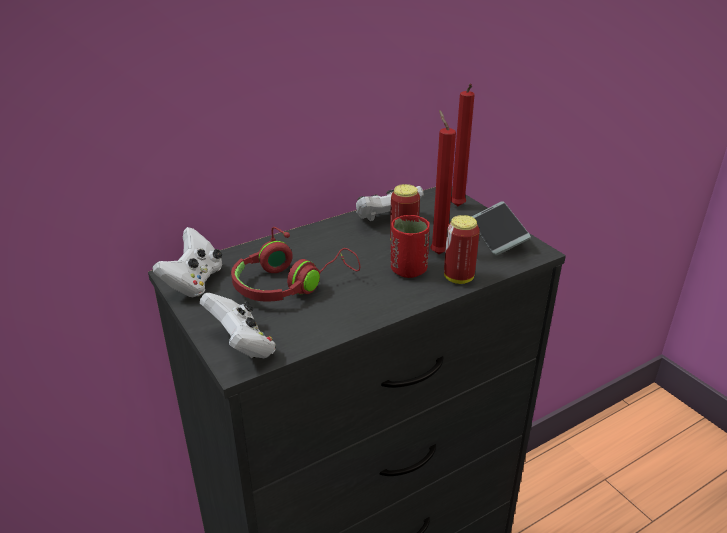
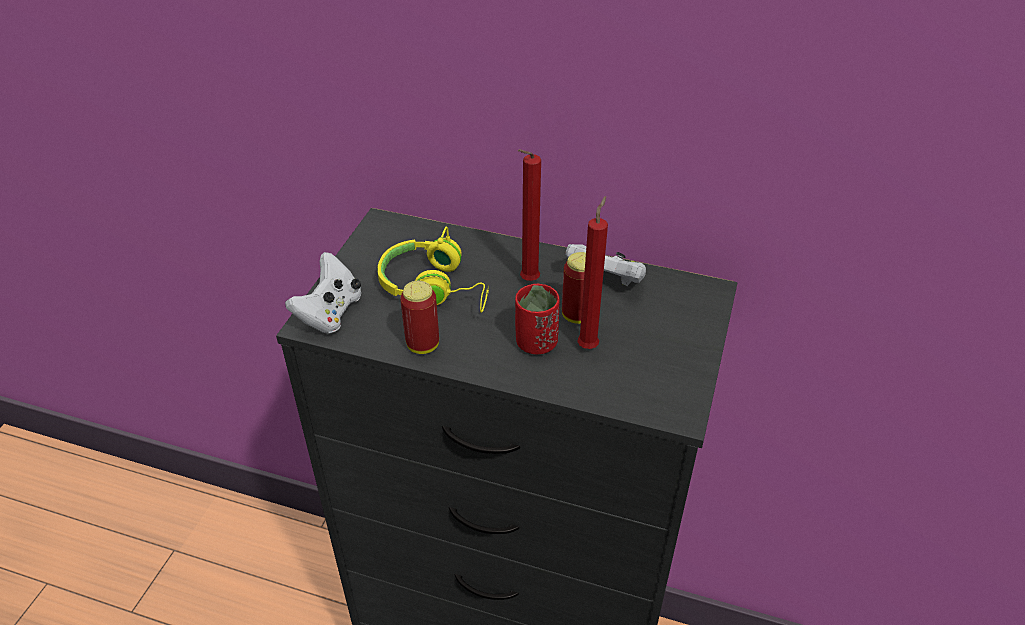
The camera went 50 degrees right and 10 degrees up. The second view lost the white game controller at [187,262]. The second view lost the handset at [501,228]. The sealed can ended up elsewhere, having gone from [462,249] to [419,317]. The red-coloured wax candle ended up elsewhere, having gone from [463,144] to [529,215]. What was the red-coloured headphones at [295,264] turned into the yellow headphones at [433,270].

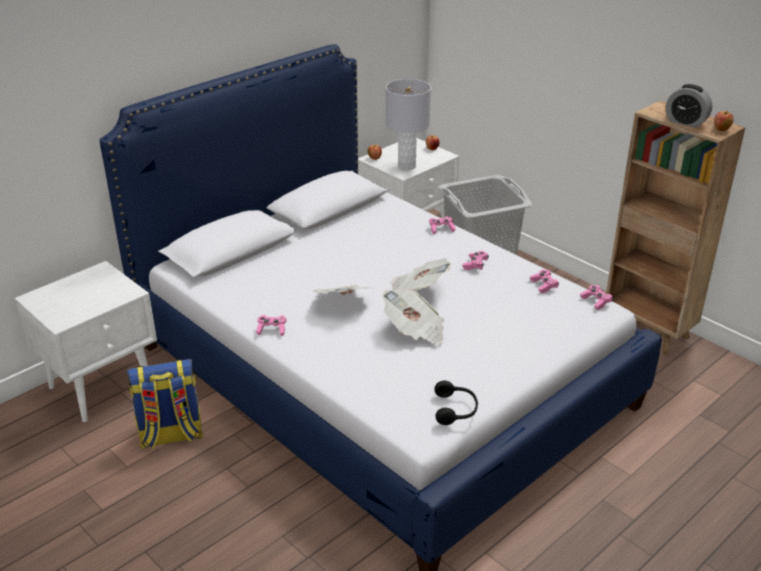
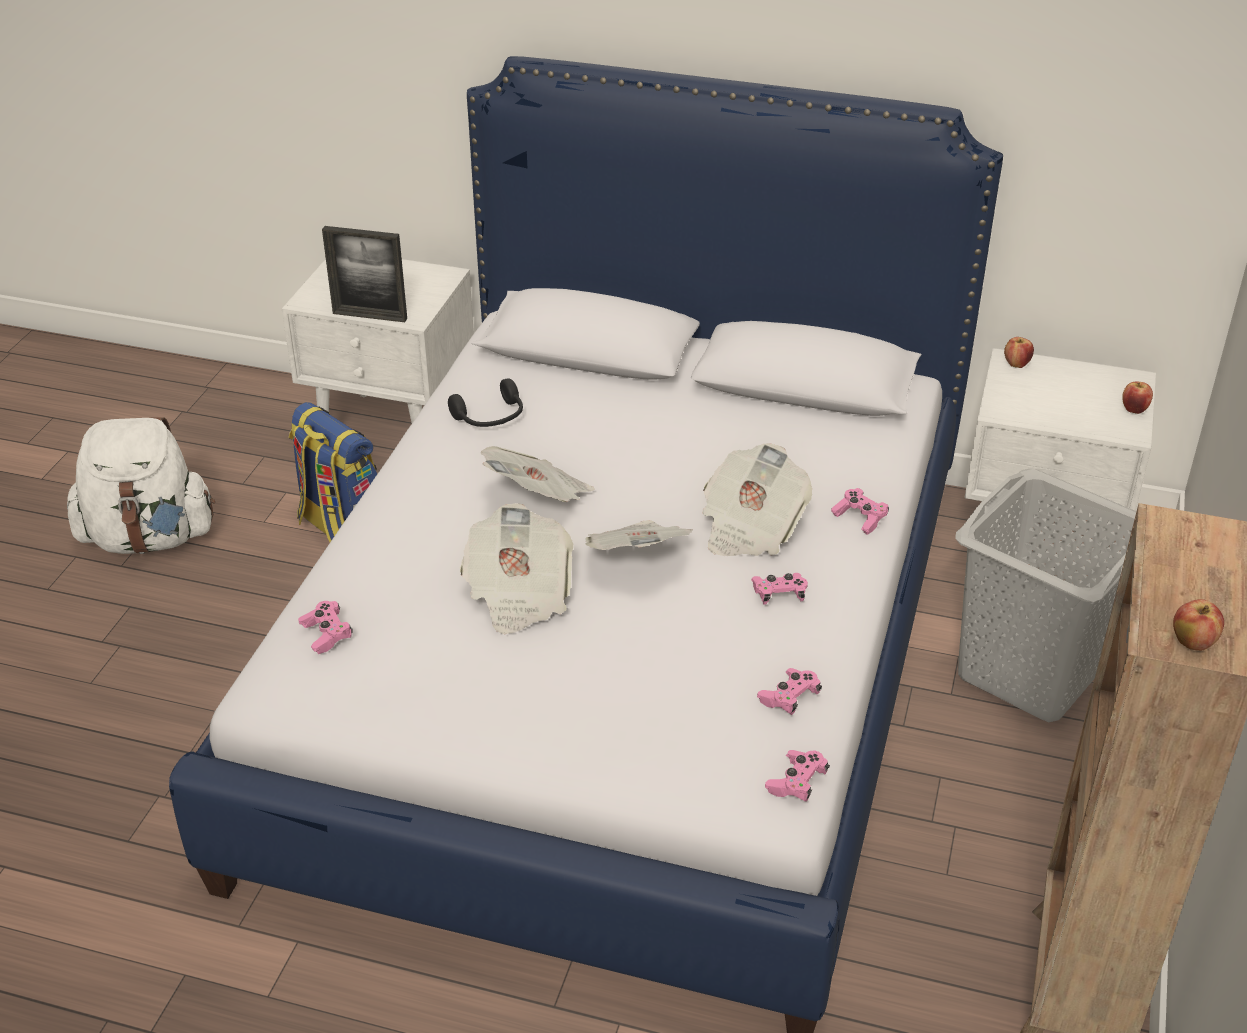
The camera went 60 degrees right and 5 degrees up. The second view lost the gray lamp for a table at [408,124]. The second view lost the alarm clock at [689,106]. The second view gained the white backpack at [141,485]. The second view gained the standing frame at [364,274]. The second view gained the printed paper at [757,499]. The pink-coloured game controller ended up elsewhere, having gone from [271,325] to [325,627]. The black headphones ended up elsewhere, having gone from [456,403] to [485,402].

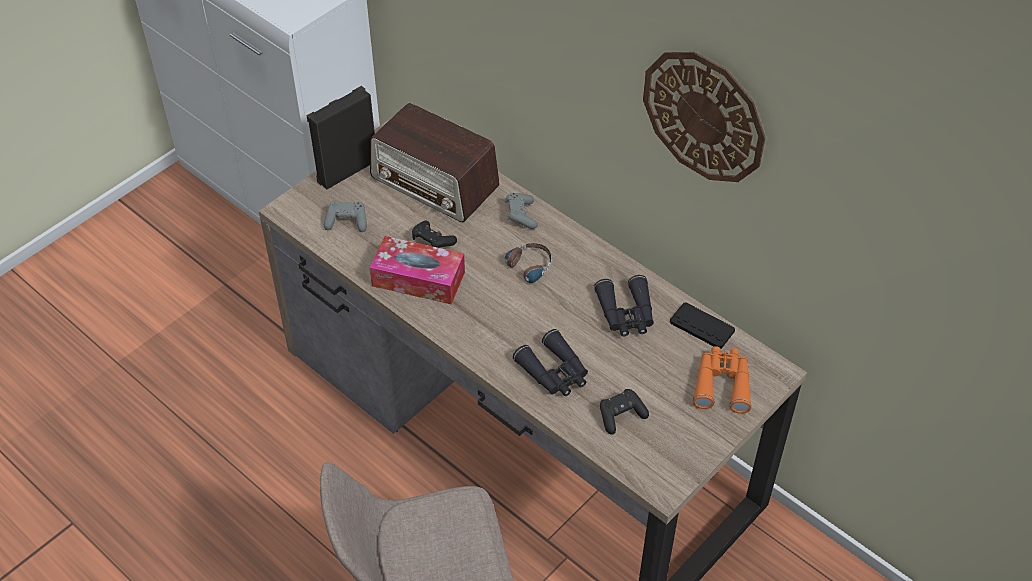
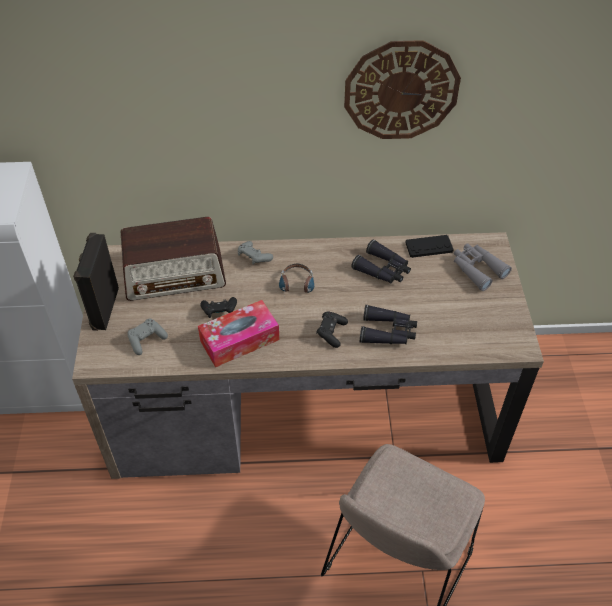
The camera went 45 degrees left and 0 degrees up. The black game controller ended up elsewhere, having gone from [624,412] to [332,330]. What was the orangey field glasses at [722,380] turned into the gray field glasses at [483,267].

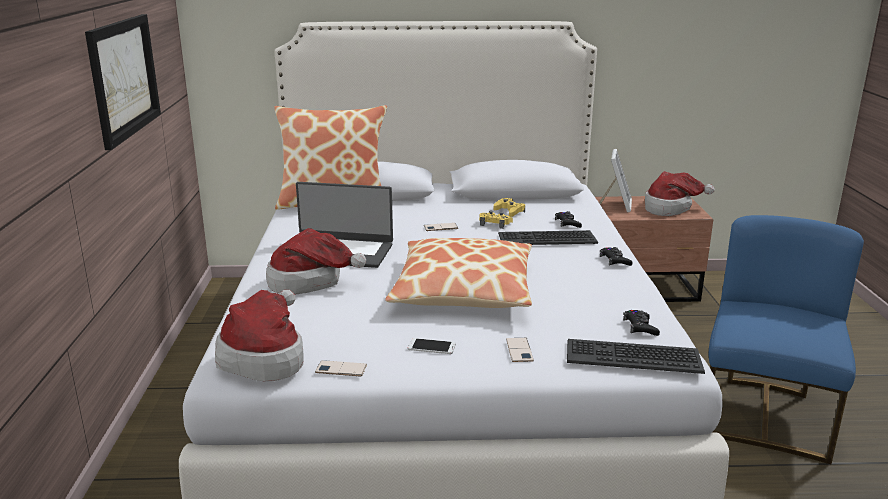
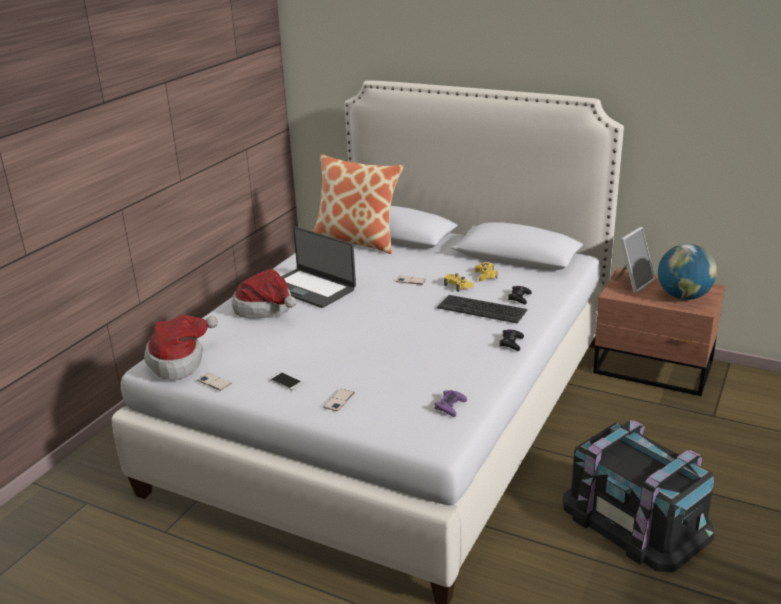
The camera went 30 degrees right and 5 degrees up. The second view lost the wall picture at [123,82]. The second view lost the pillow at [459,273]. The second view lost the PC keyboard at [636,356]. Where the wearable hat stood at [680,193], the globe came to stand at [687,272]. Where the blue-coloured chair stood at [786,339], the black storage bin came to stand at [638,496]. What was the black game controller at [641,323] turned into the purple-coloured game controller at [450,403].

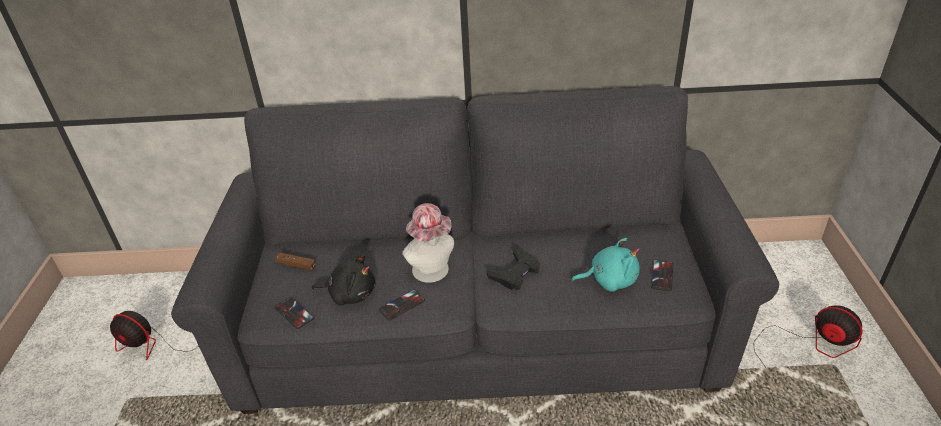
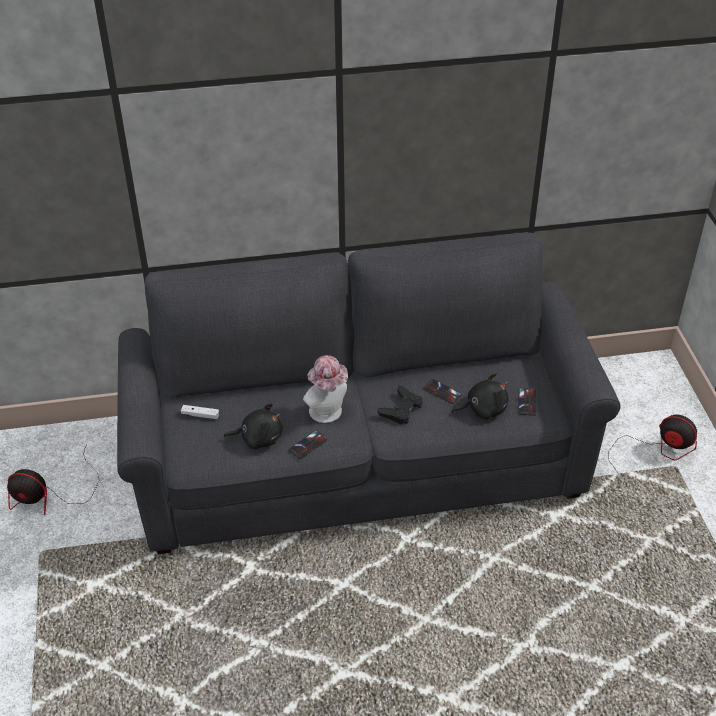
The camera went 10 degrees left and 5 degrees up. The handset ended up elsewhere, having gone from [294,313] to [442,391]. What was the brown-coloured game controller at [295,261] turned into the white game controller at [200,412]. What was the blue-green plush toy at [605,265] turned into the black plush toy at [480,396].

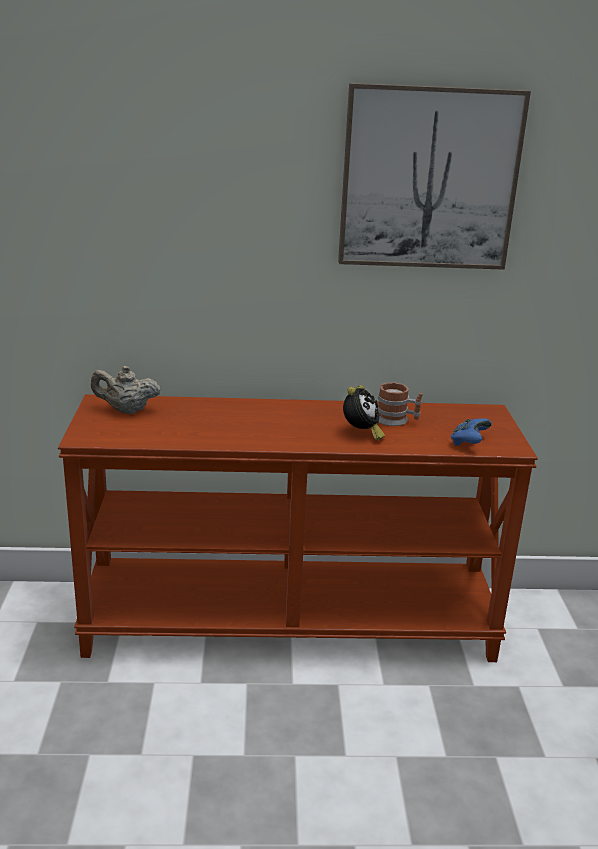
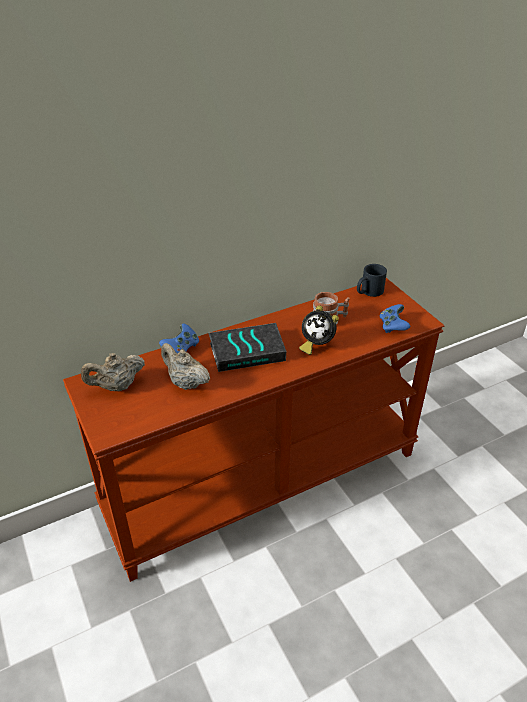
The camera went 25 degrees left and 15 degrees up. The second view lost the wall picture at [434,176]. The second view gained the blue-coloured game controller at [179,338]. The second view gained the sand-coloured pot for tea at [185,366]. The second view gained the volume at [247,347]. The second view gained the black tea mug at [372,280]. The alarm clock at [364,412] ended up facing another way, 120 degrees clockwise from before.

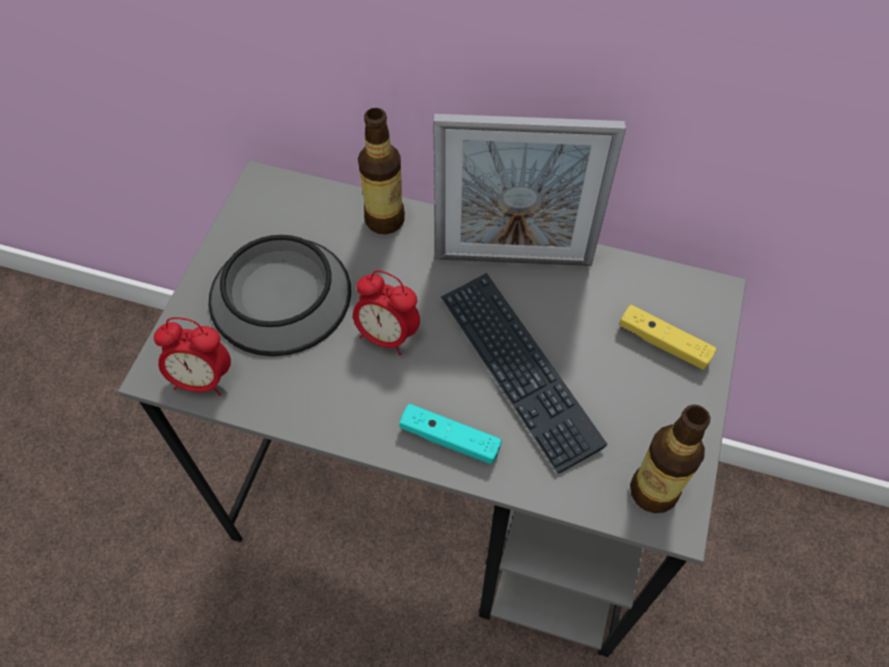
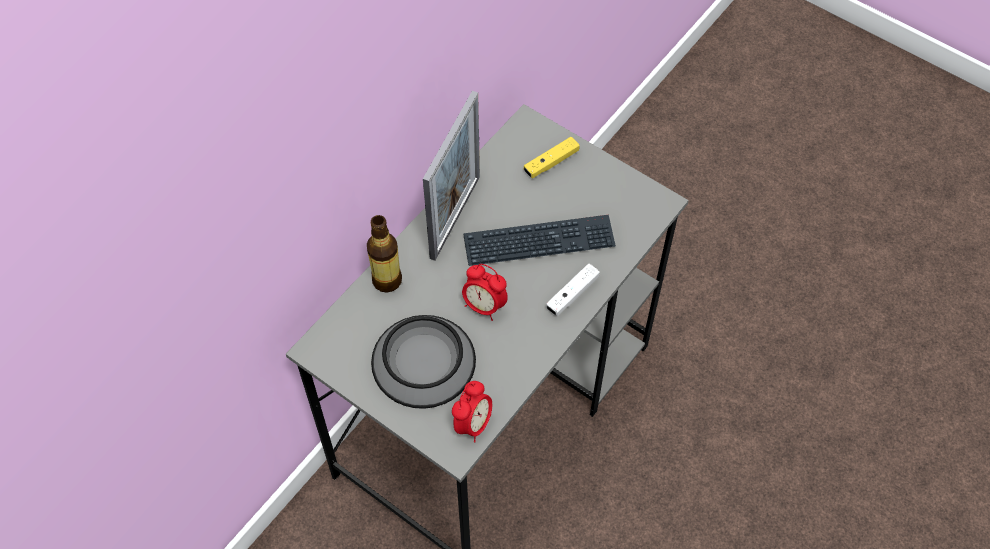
The camera went 70 degrees left and 0 degrees up. The second view lost the bottle at [670,459]. What was the blue-green game controller at [451,434] turned into the white game controller at [573,289]. The alarm clock at [386,313] ended up facing another way, 75 degrees clockwise from before.

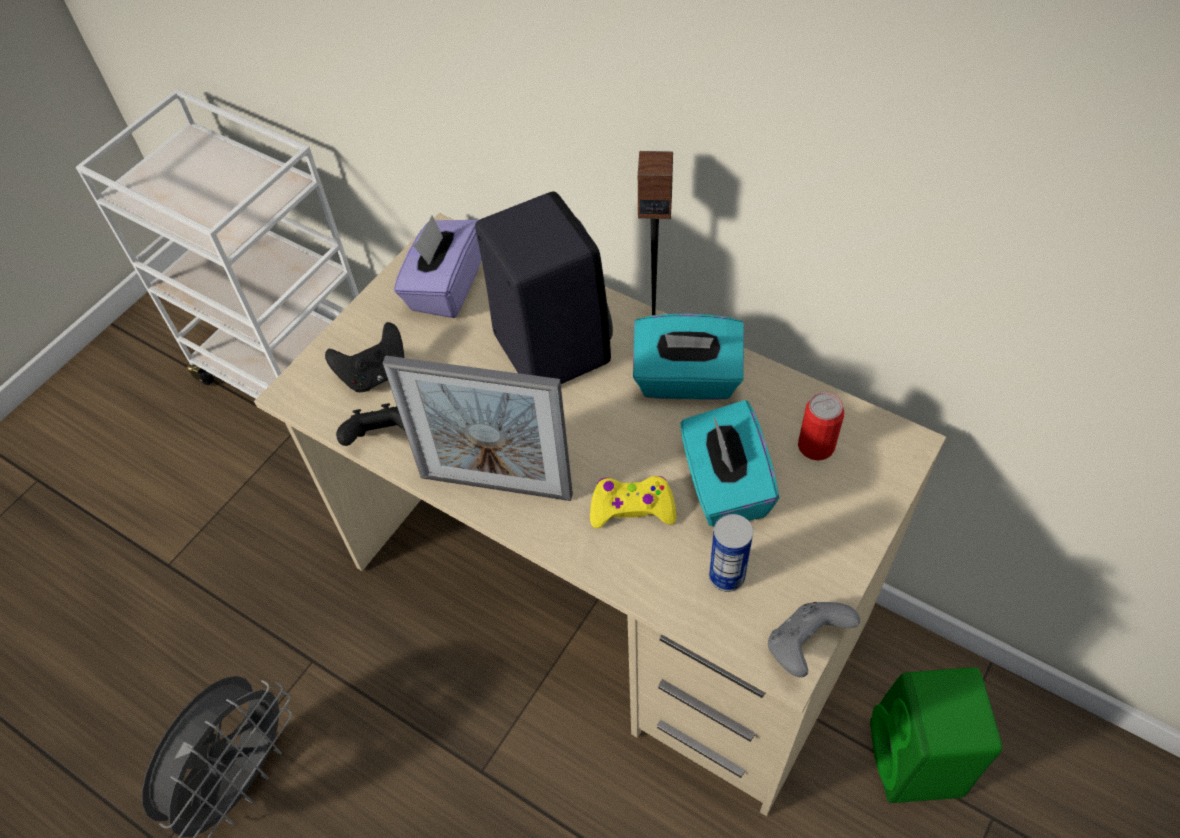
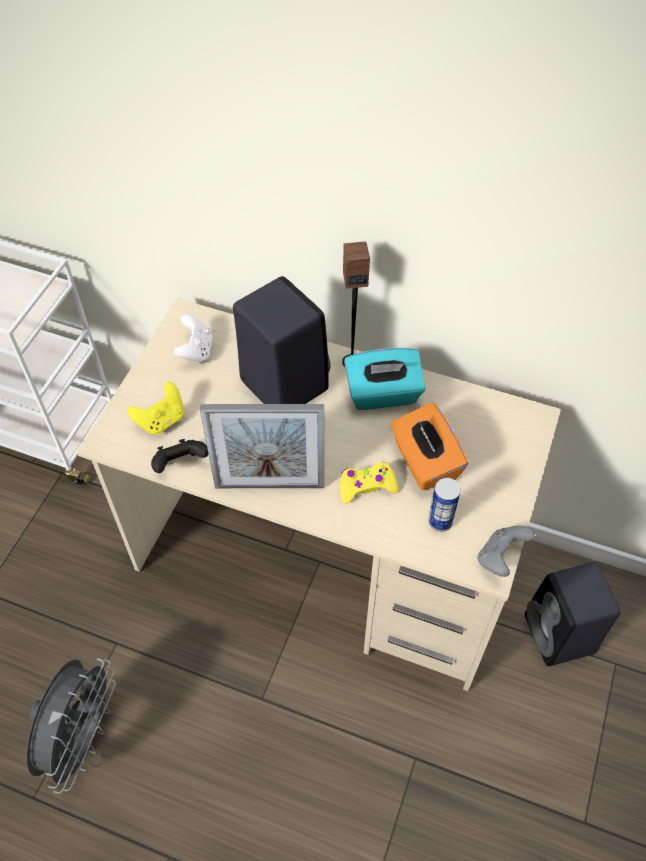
The camera went 15 degrees left and 0 degrees up. The second view lost the sealed can at [821,426]. Where the purple-coloured box of tissues stood at [438,266], the white game controller came to stand at [193,338]. What was the black game controller at [364,357] turned into the yellow game controller at [155,408]. What was the blue-green box of tissues at [729,463] turned into the orangey box of tissues at [429,446]. What was the green-coloured audio speaker at [936,735] turned into the black audio speaker at [573,614].

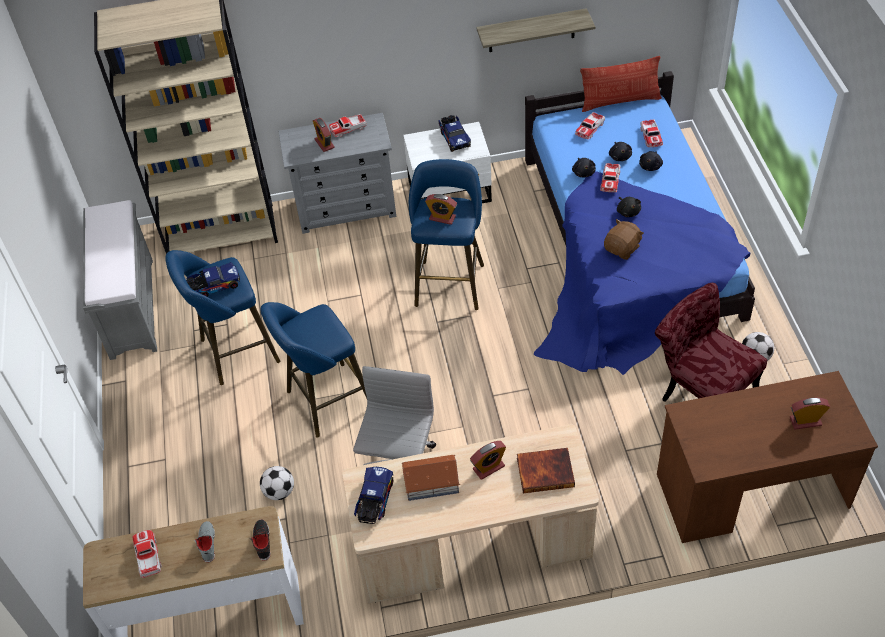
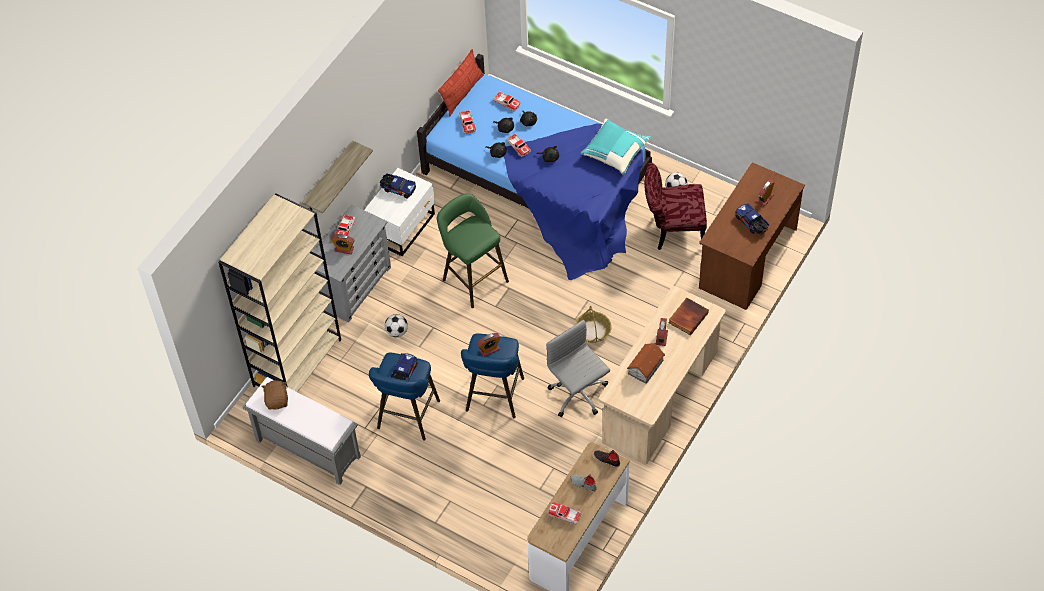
The camera went 50 degrees left and 5 degrees up. The second view gained the basket at [593,324]. The second view gained the blue-green pillow at [616,147]. The ball for football ended up elsewhere, having gone from [277,483] to [396,325]. The toy lorry ended up elsewhere, having gone from [374,495] to [752,218]. The alarm clock ended up elsewhere, having gone from [441,209] to [489,345]. The bracket shelf ended up elsewhere, having gone from [535,30] to [337,176]. The brown-coloured plush toy ended up elsewhere, having gone from [624,239] to [274,395]. What was the blue-coloured sitting stool at [446,234] turned into the green-coloured sitting stool at [473,250].

